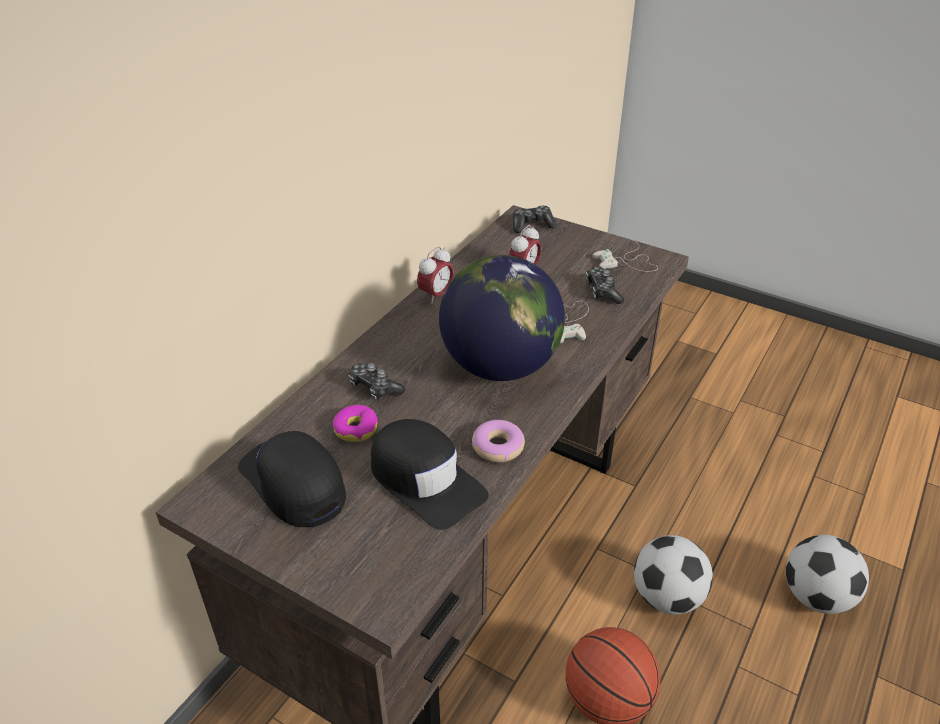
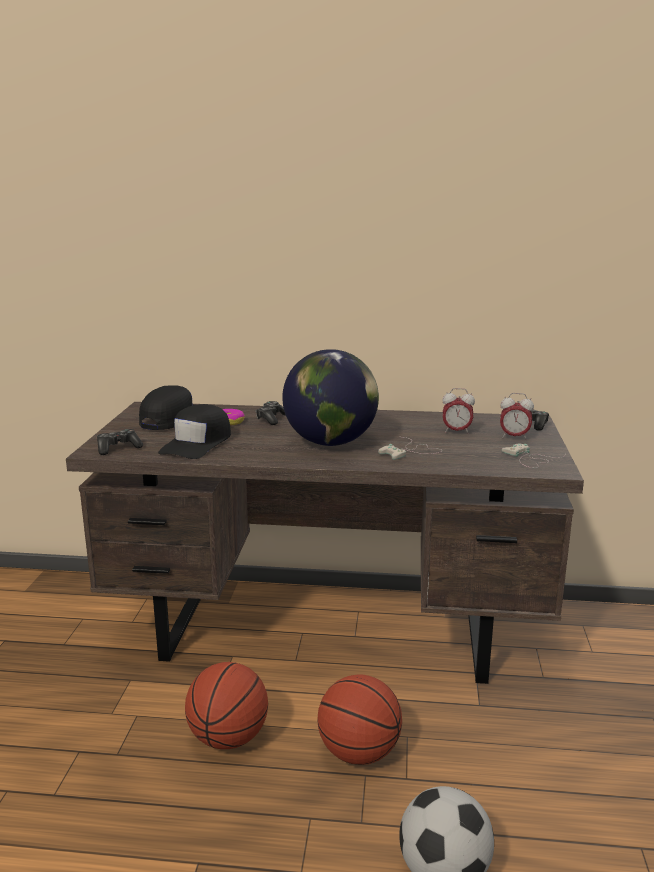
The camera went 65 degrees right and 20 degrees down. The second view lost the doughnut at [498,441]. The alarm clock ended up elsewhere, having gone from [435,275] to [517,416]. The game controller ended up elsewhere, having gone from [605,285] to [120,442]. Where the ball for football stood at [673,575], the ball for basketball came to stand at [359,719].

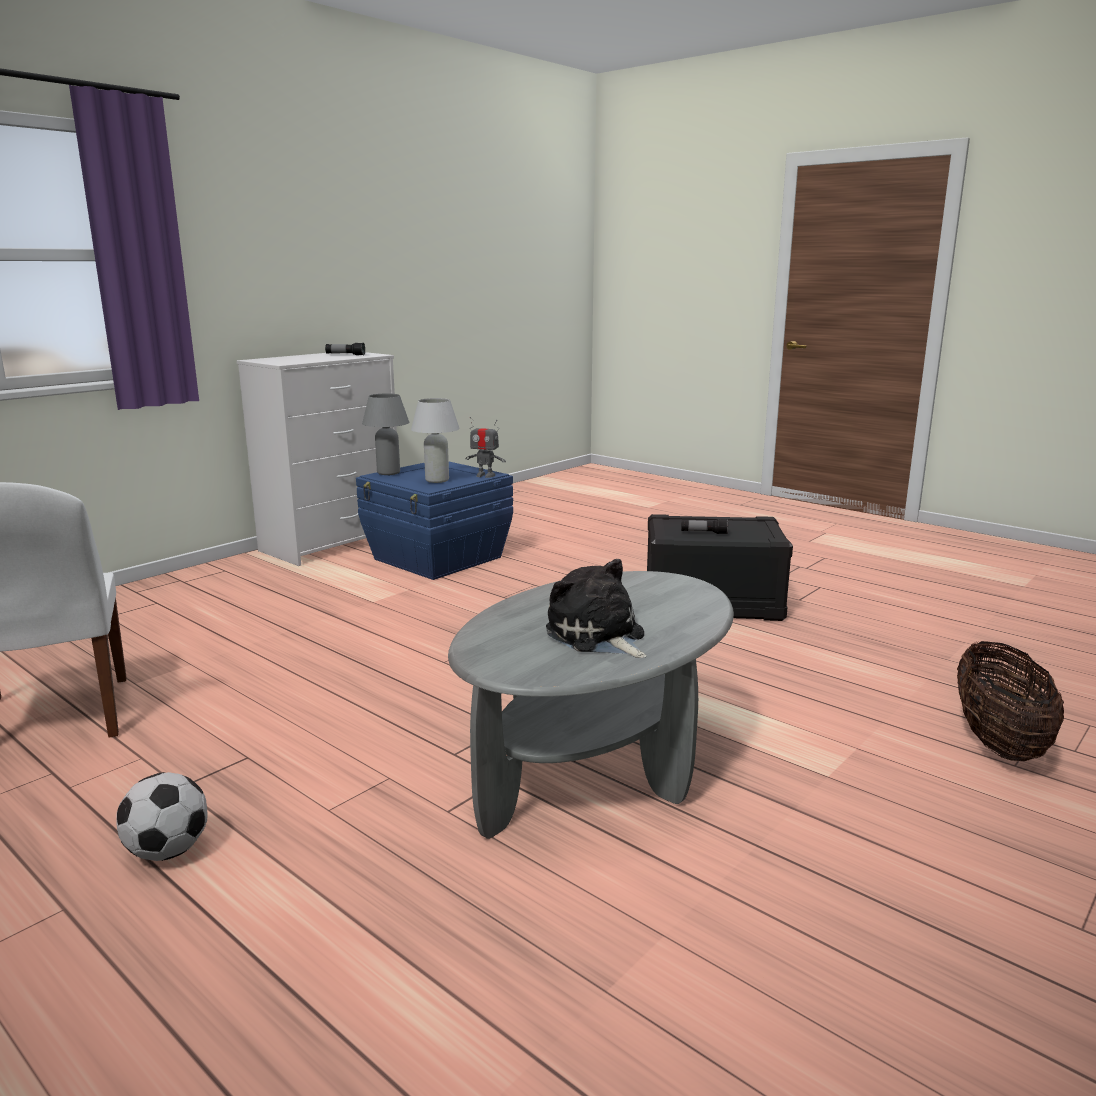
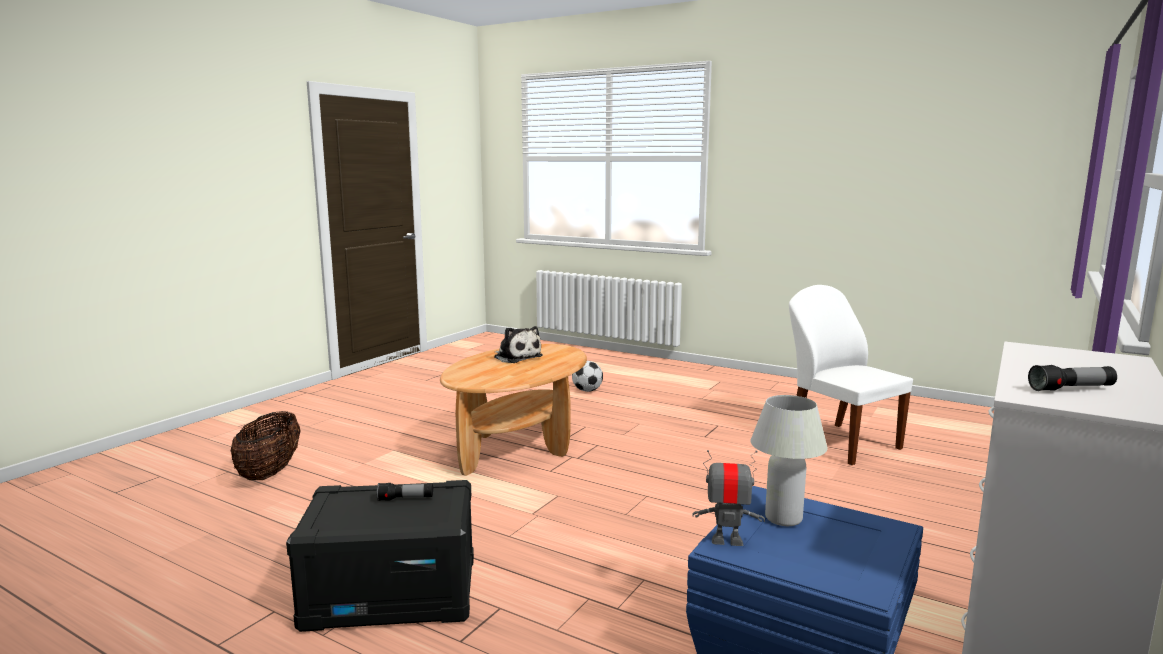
The camera went 170 degrees right and 5 degrees down. The second view lost the gray lamp for a table at [385,434]. The ball for football ended up elsewhere, having gone from [162,816] to [587,376]. What was the gray lounge table at [591,705] turned into the brown-coloured lounge table at [513,410].

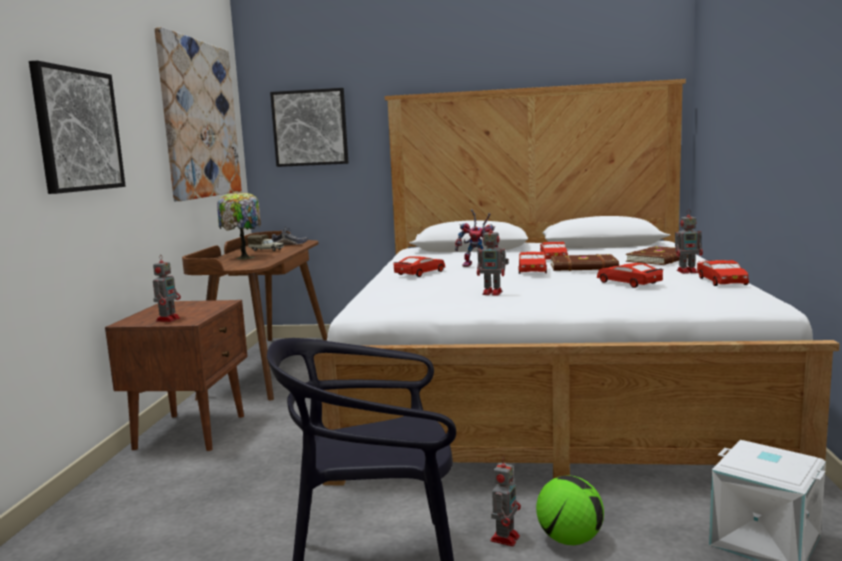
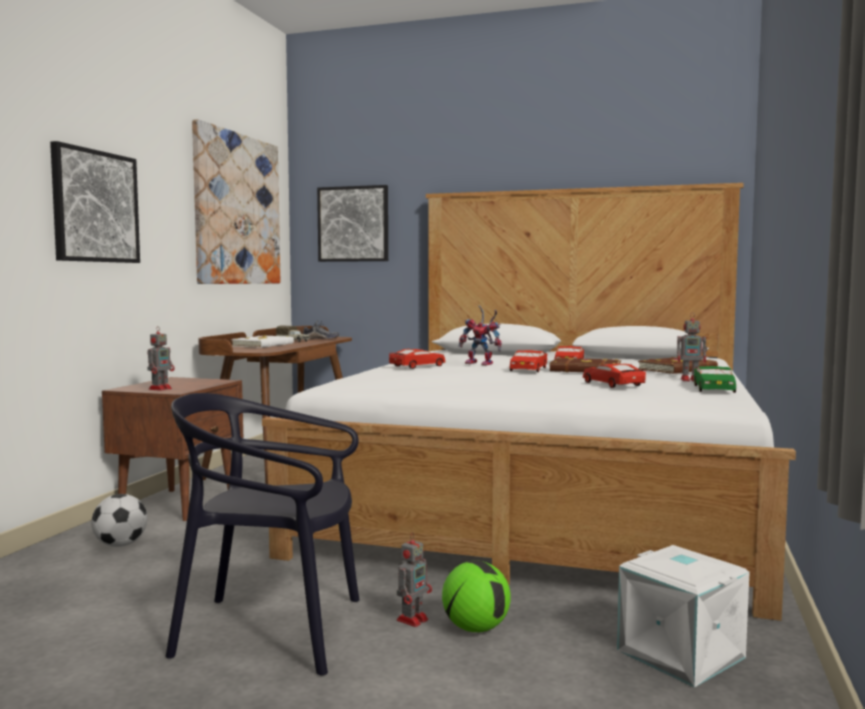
The camera went 10 degrees right and 5 degrees down. The second view lost the model robot at [493,259]. The second view gained the ball for football at [119,520]. Where the lamp for a table stood at [239,225], the white volume came to stand at [262,341]. What was the red-coloured toy car at [723,273] turned into the green-coloured toy car at [715,379].

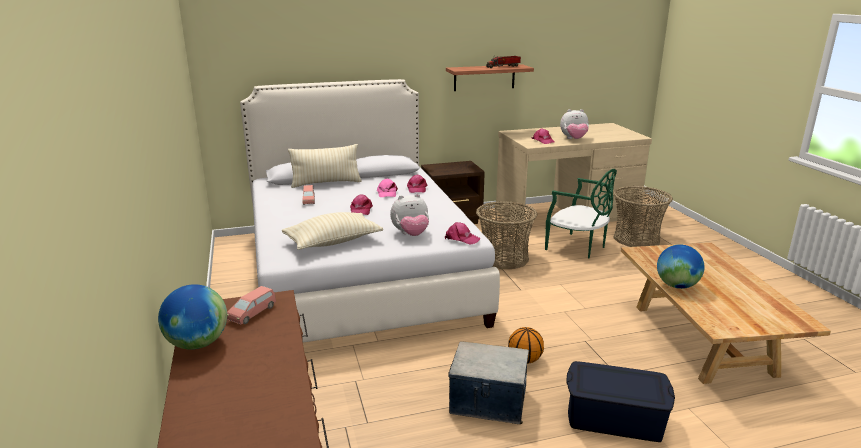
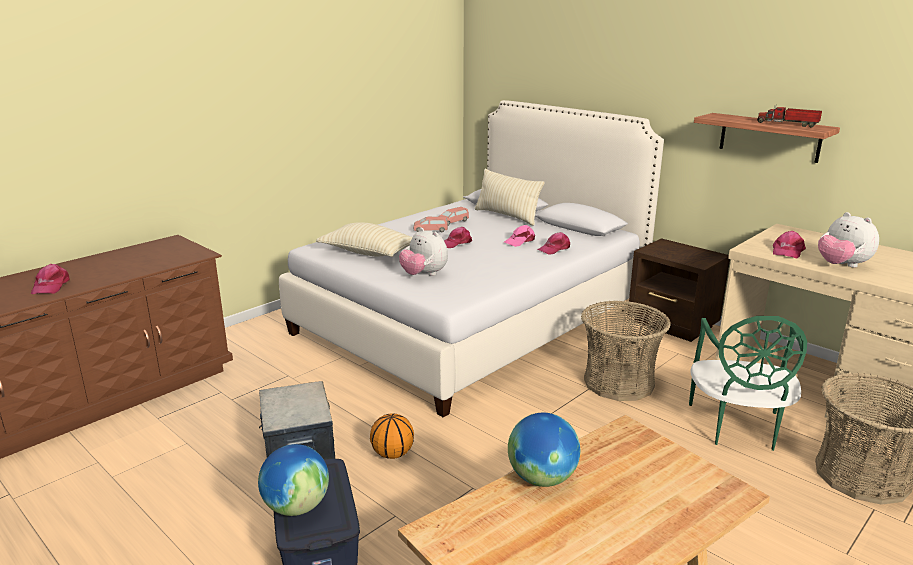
The camera went 60 degrees right and 0 degrees up. The globe ended up elsewhere, having gone from [192,317] to [293,480]. The pink-coloured toy car ended up elsewhere, having gone from [251,305] to [430,224]. The pink-coloured cap ended up elsewhere, having gone from [463,233] to [50,279].

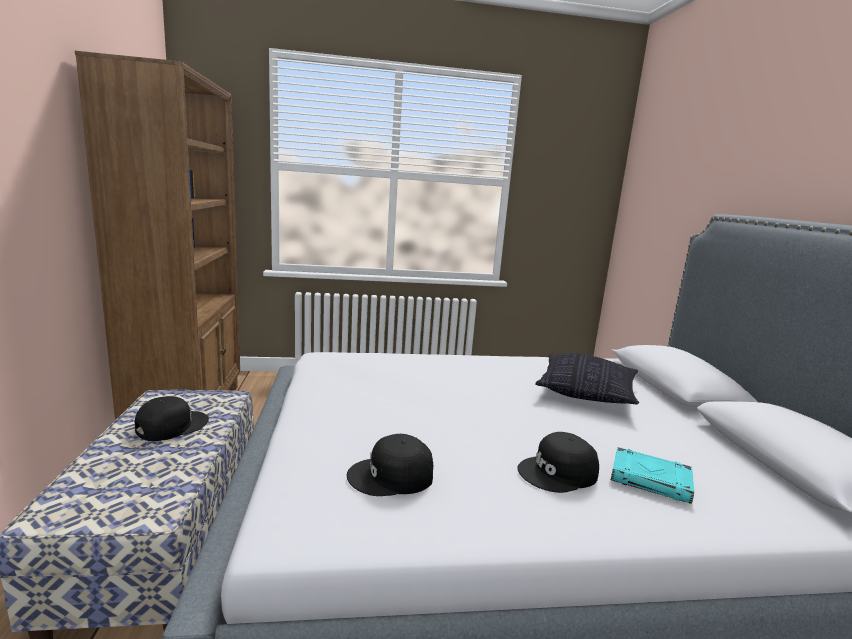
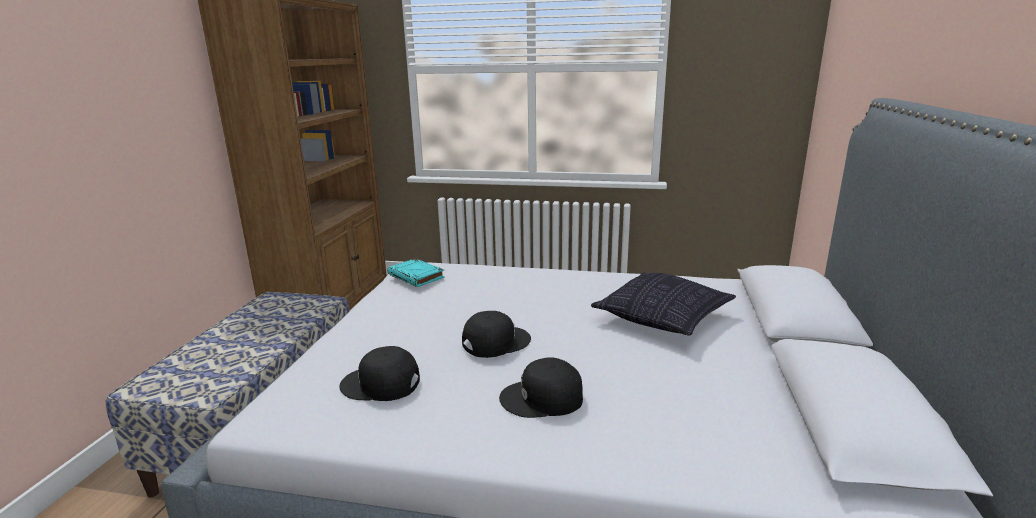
The camera went 20 degrees right and 5 degrees up. The black cap ended up elsewhere, having gone from [172,418] to [496,334]. The blue-green volume ended up elsewhere, having gone from [652,475] to [416,272].

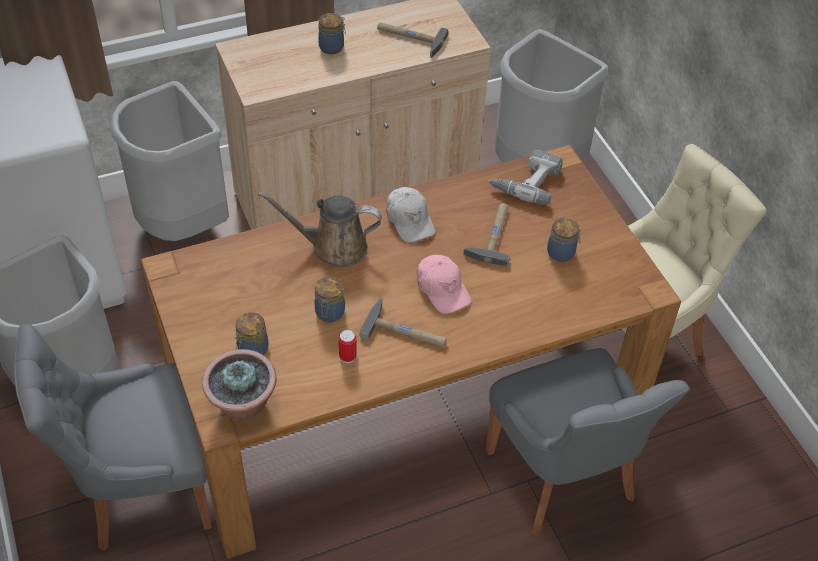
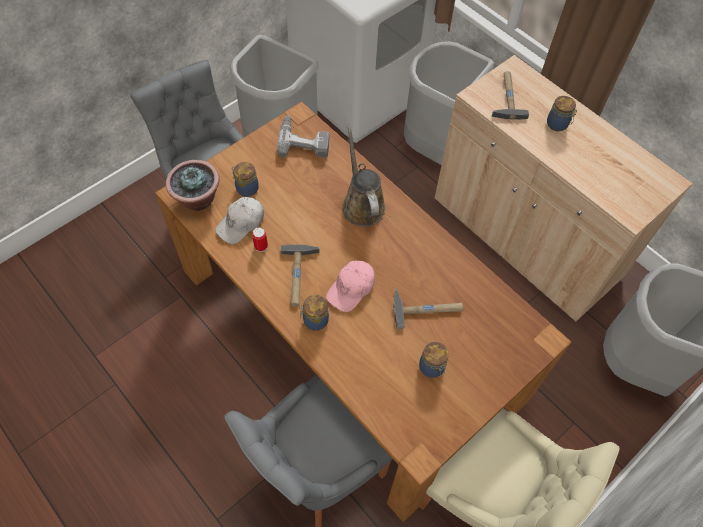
The camera went 70 degrees right and 10 degrees up. The storage jar ended up elsewhere, having gone from [330,299] to [314,313]. The hammer ended up elsewhere, having gone from [413,40] to [510,95]. The white cap ended up elsewhere, having gone from [410,214] to [239,220]. The drill ended up elsewhere, having gone from [525,177] to [303,136].

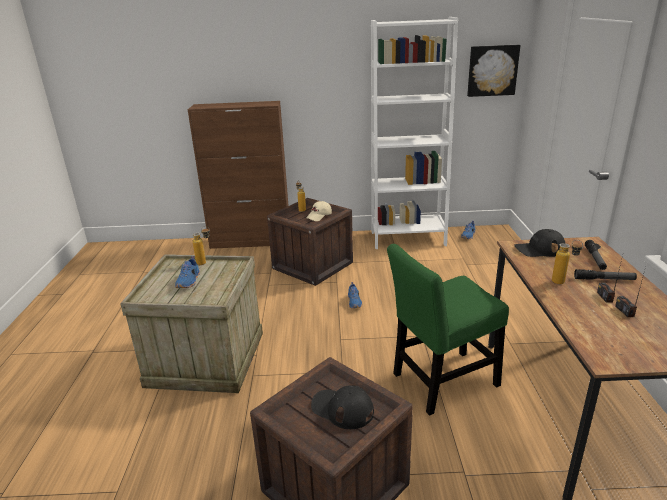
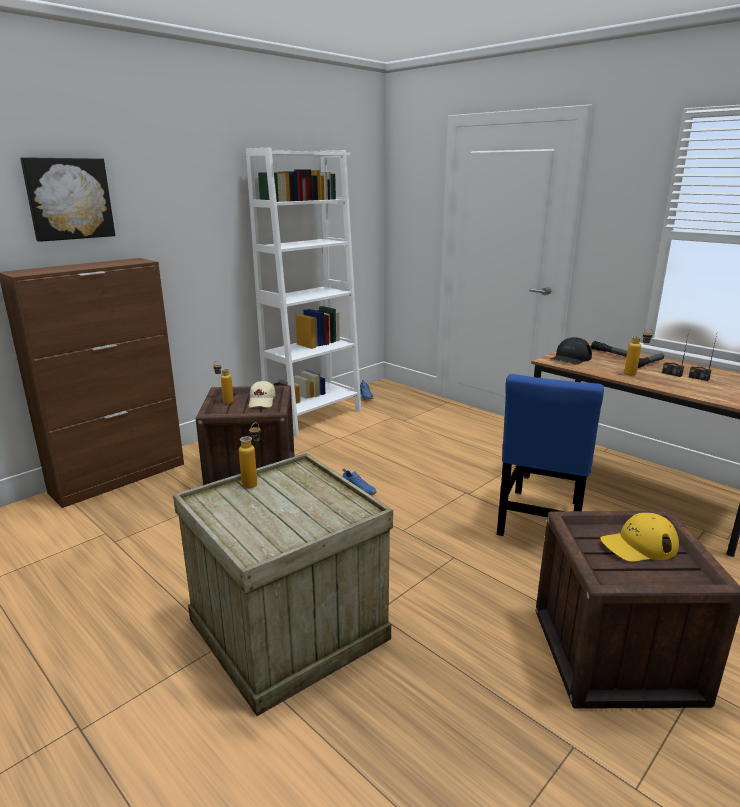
The camera went 45 degrees left and 5 degrees down. The second view lost the blue-coloured item of footwear at [187,272]. The wall picture ended up elsewhere, having gone from [494,71] to [67,199]. What was the black cap at [342,407] turned into the yellow cap at [639,537]. What was the green-coloured chair at [448,330] turned into the blue-coloured chair at [550,455].

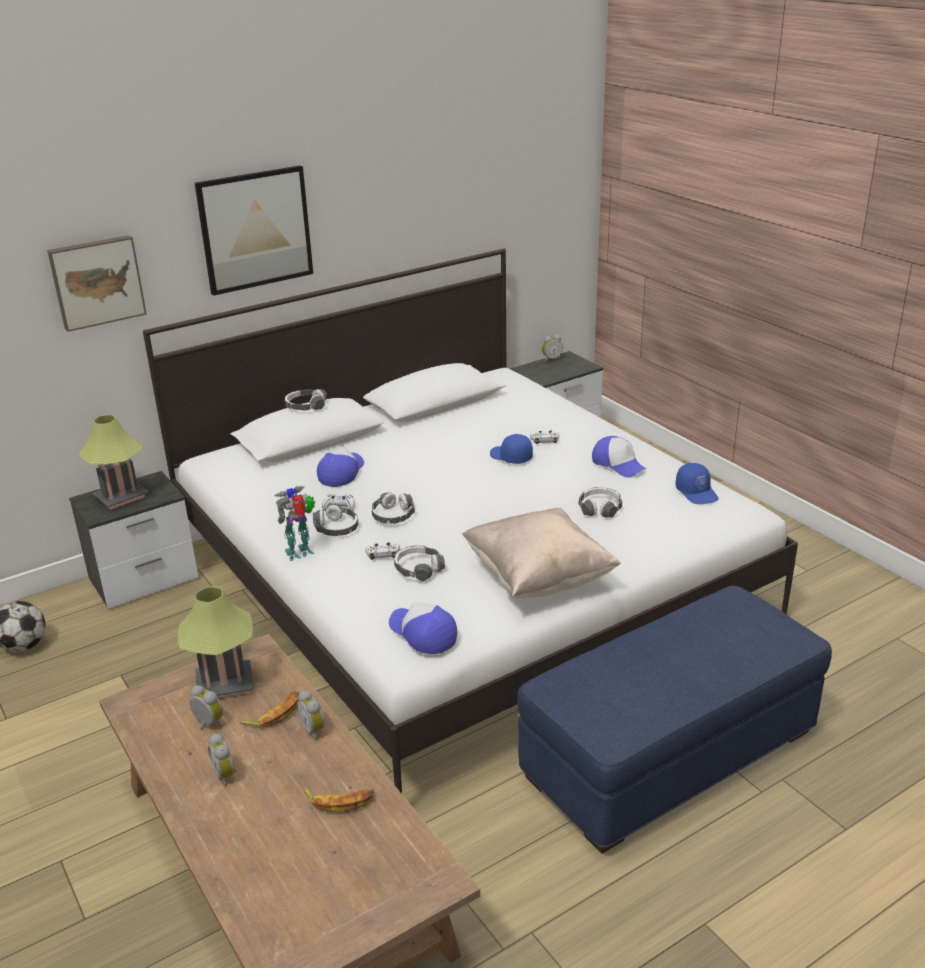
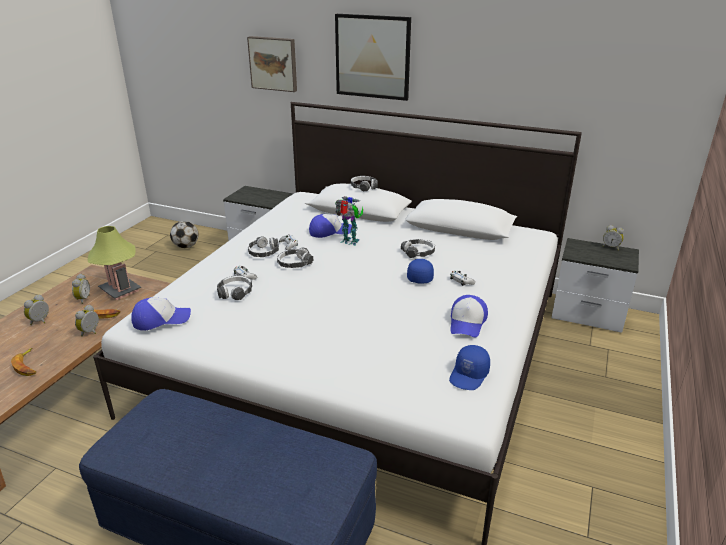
The camera went 55 degrees right and 0 degrees up. The second view lost the lamp for a table at [114,462]. The second view lost the sand-coloured pillow at [541,553]. The model robot ended up elsewhere, having gone from [294,523] to [349,221]. The headphones ended up elsewhere, having gone from [600,502] to [418,248]. The cap at [423,628] ended up facing another way, 60 degrees clockwise from before.

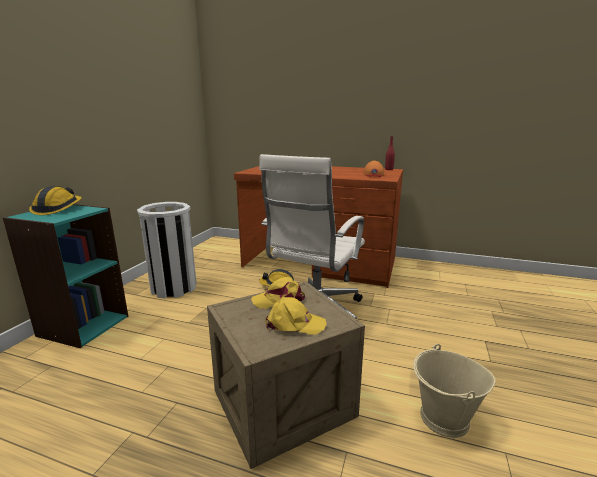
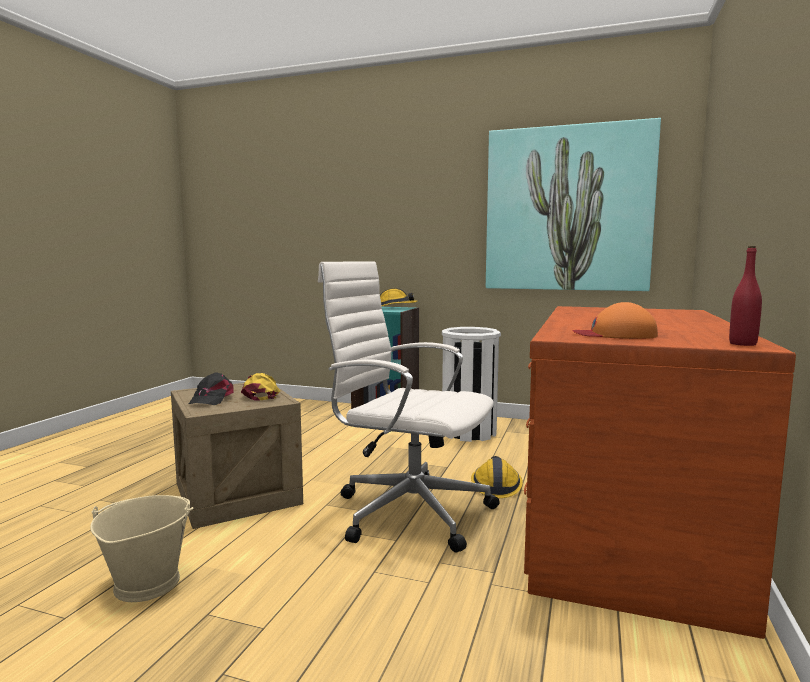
The camera went 90 degrees right and 10 degrees down. The second view gained the wall picture at [573,204]. What was the yellow cap at [296,316] turned into the black cap at [211,388].

